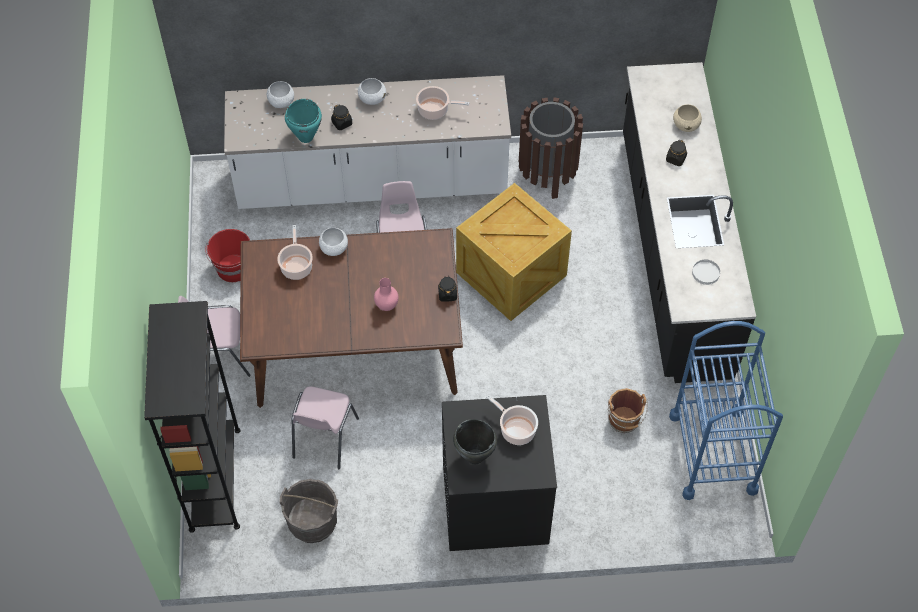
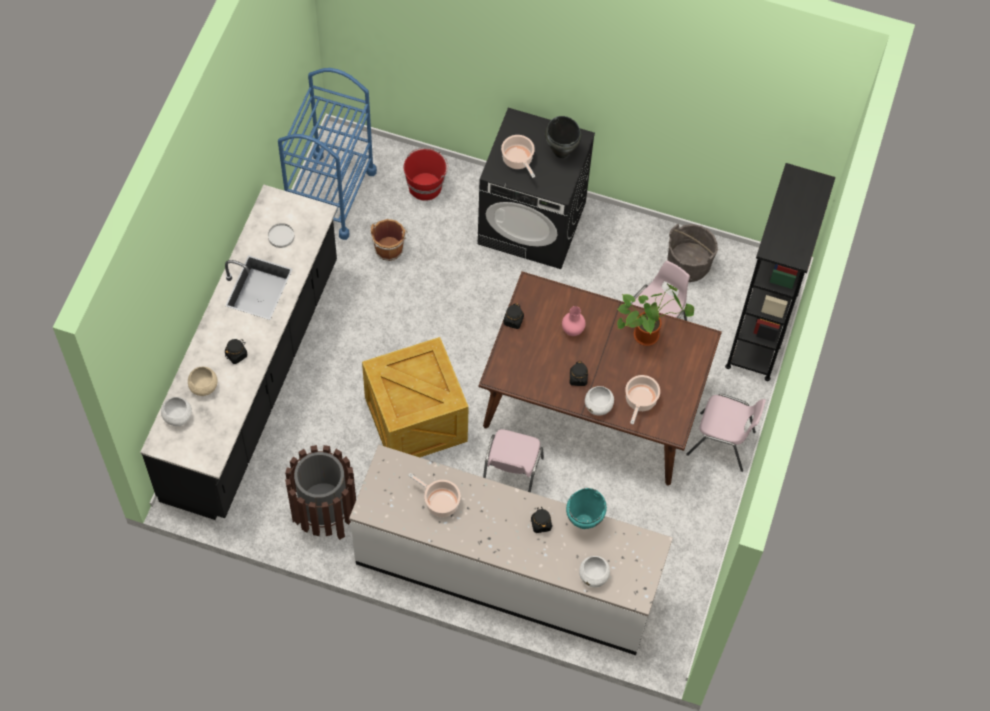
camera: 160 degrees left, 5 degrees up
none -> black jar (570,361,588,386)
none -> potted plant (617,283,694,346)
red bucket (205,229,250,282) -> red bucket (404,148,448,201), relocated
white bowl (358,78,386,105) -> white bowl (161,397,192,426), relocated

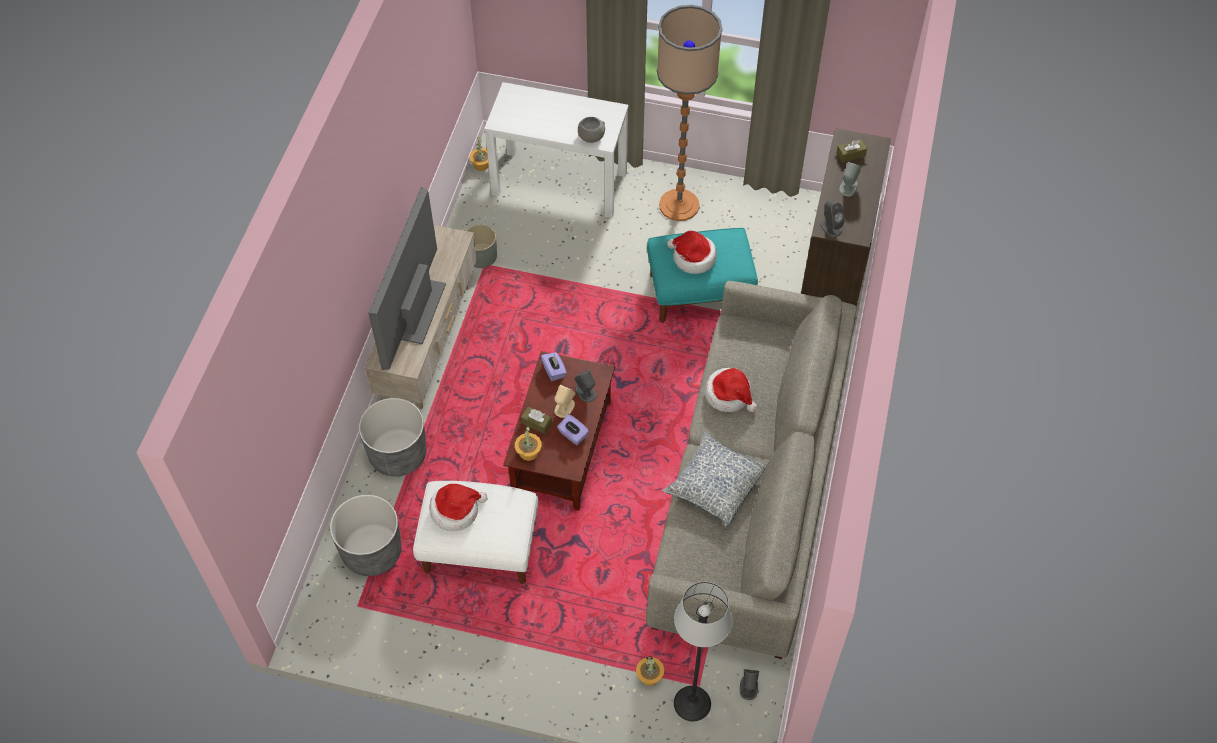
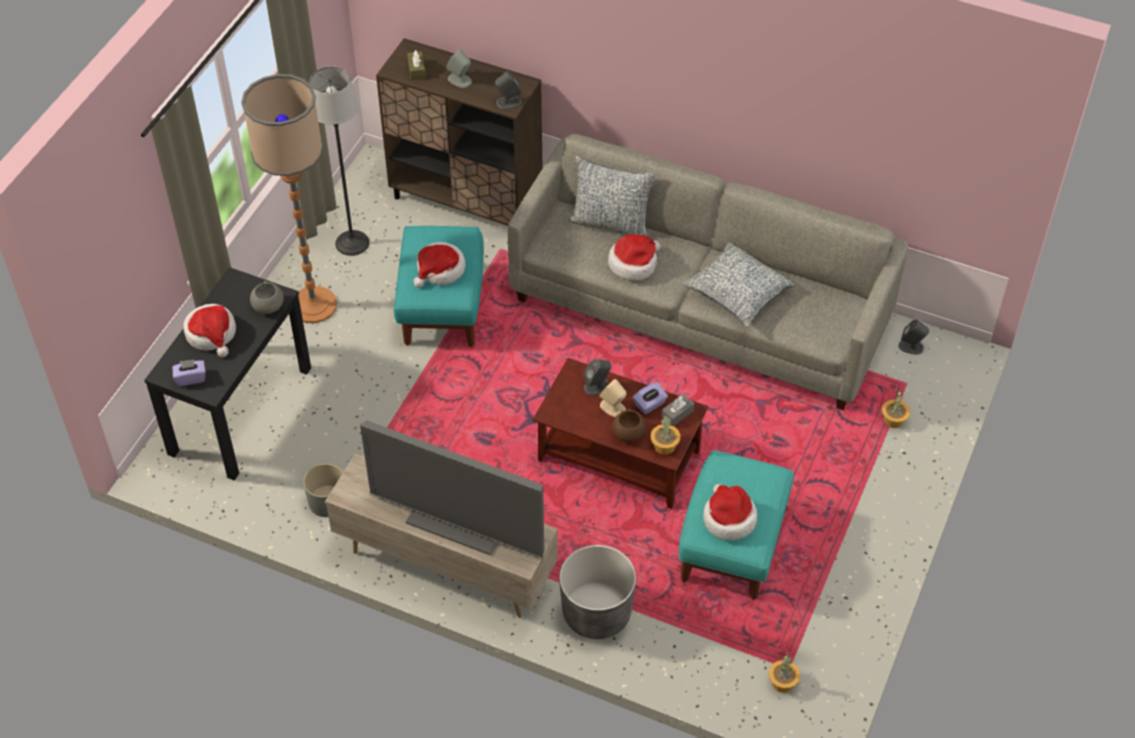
camera: 80 degrees left, 5 degrees down
grey planter (330,495,401,576) -> none
none -> hat (183,304,236,357)
none -> pillow (568,156,655,236)
none -> grey tissue box (661,394,694,426)
potted plant (469,137,489,171) -> potted plant (769,656,800,693), relocated
purple tissue box (541,352,567,381) -> purple tissue box (172,359,206,386), relocated
floor lamp (674,582,733,722) -> floor lamp (310,66,370,256), relocated
brown tissue box (521,406,552,434) -> brown bowl (612,408,646,442)
white ottoman (413,481,538,584) -> turquoise ottoman (679,450,794,600)
white console table (484,82,629,218) -> black console table (144,267,311,481)

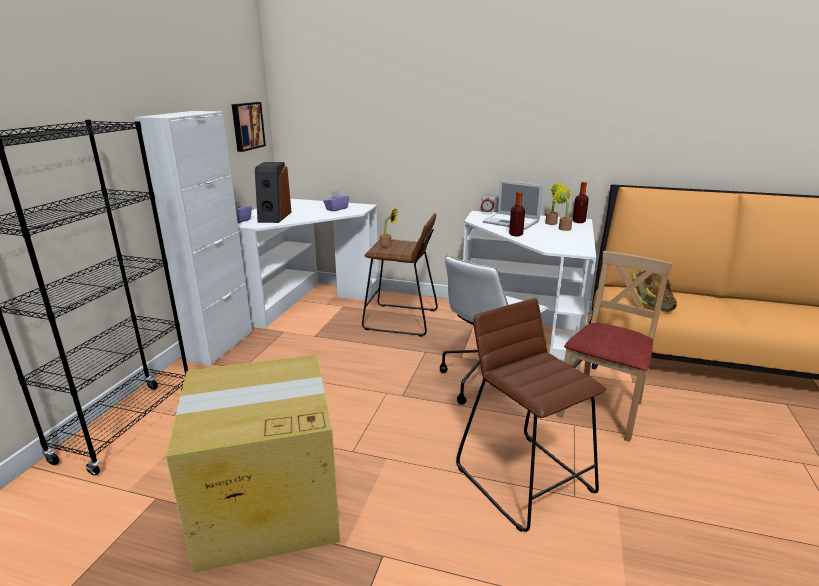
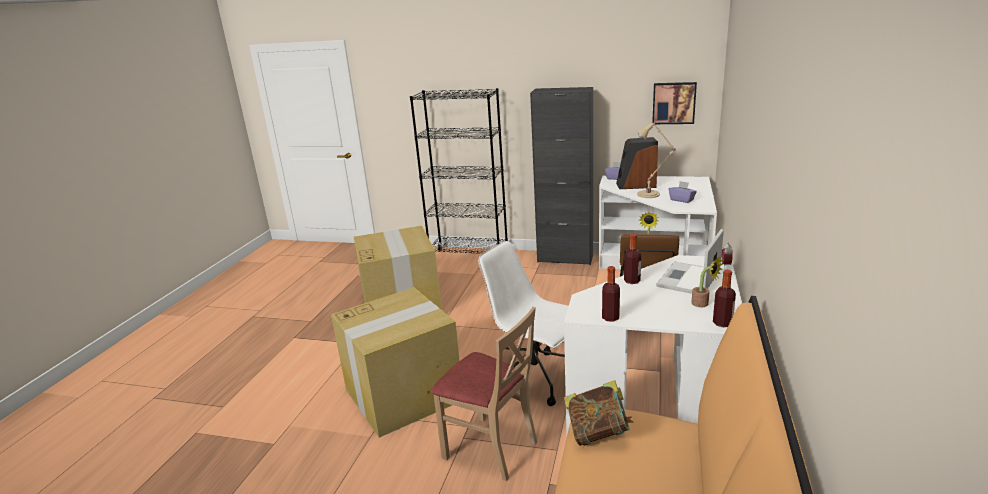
camera: 90 degrees right, 0 degrees up
potted plant (554,186,573,231) -> none
none -> bottle (602,266,620,322)
none -> beige table lamp (637,122,676,198)
brown stool (456,298,606,532) -> cardboard box (331,287,460,438)
white cabinet (134,111,252,366) -> black cabinet (530,87,593,265)

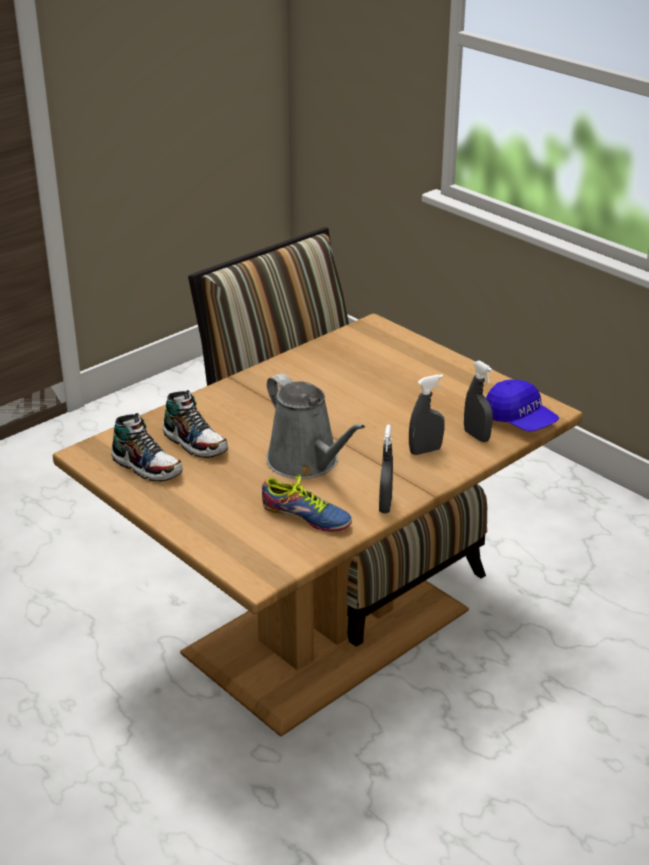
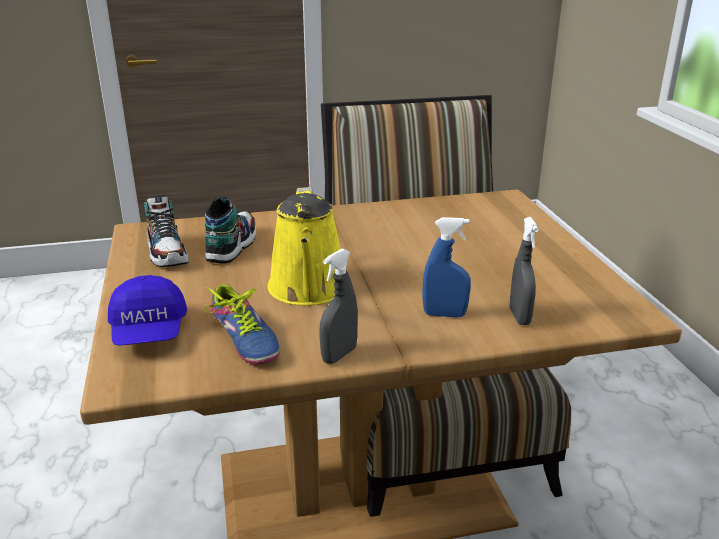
camera: 30 degrees right, 5 degrees down
blue cap (486,380,559,432) -> blue cap (108,275,187,346), relocated
grey watering can (267,373,365,479) -> yellow watering can (268,187,341,305)
grey spray bottle (409,374,445,455) -> blue spray bottle (422,217,471,317)
shoe (163,390,228,458) -> shoe (205,197,256,264), 150 degrees counterclockwise

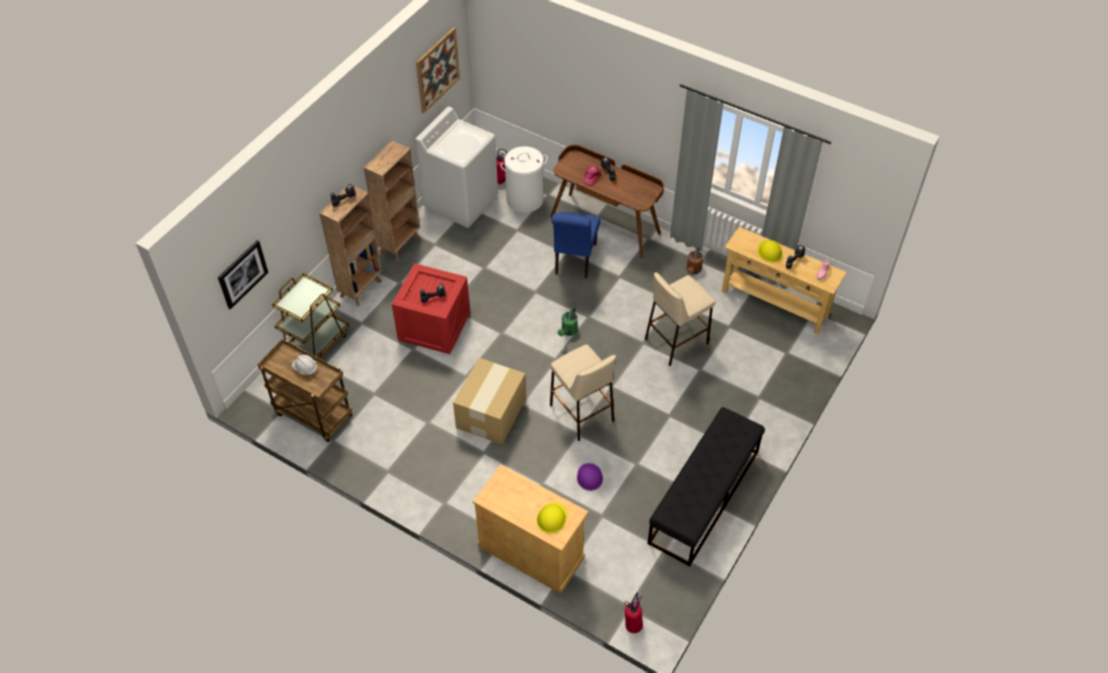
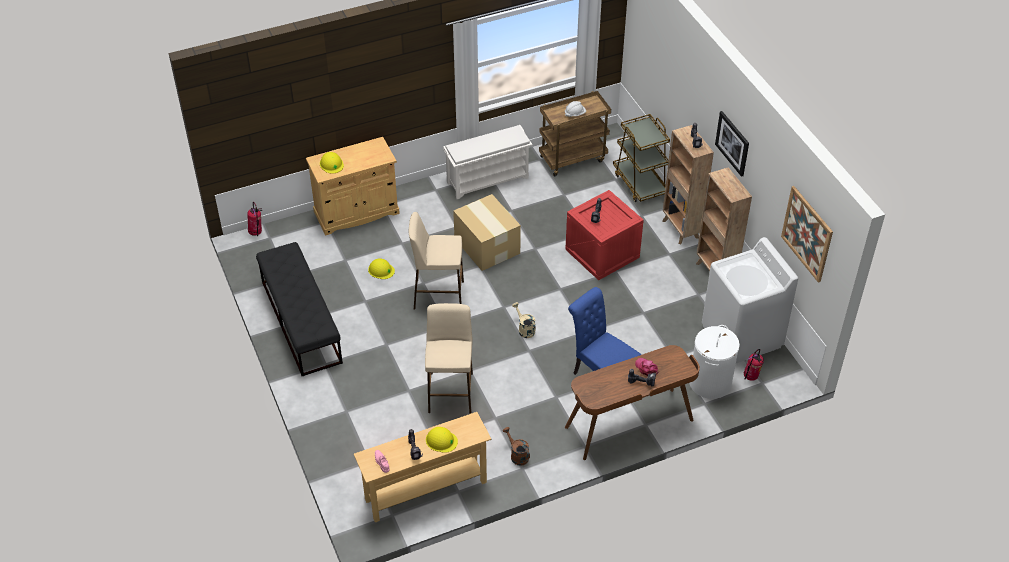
camera: 125 degrees right, 5 degrees down
none -> white shoe rack (443,125,532,199)
picture (218,240,268,310) -> picture (715,111,749,177), relocated
green watering can (558,307,578,336) -> beige watering can (512,302,536,338)
purple hard hat (577,463,603,491) -> yellow hard hat (368,259,395,279)

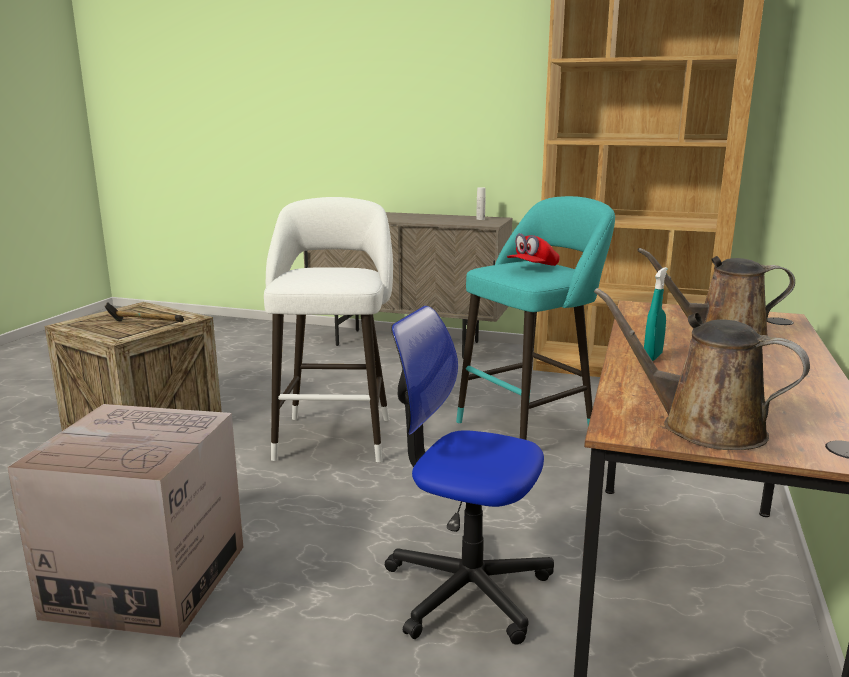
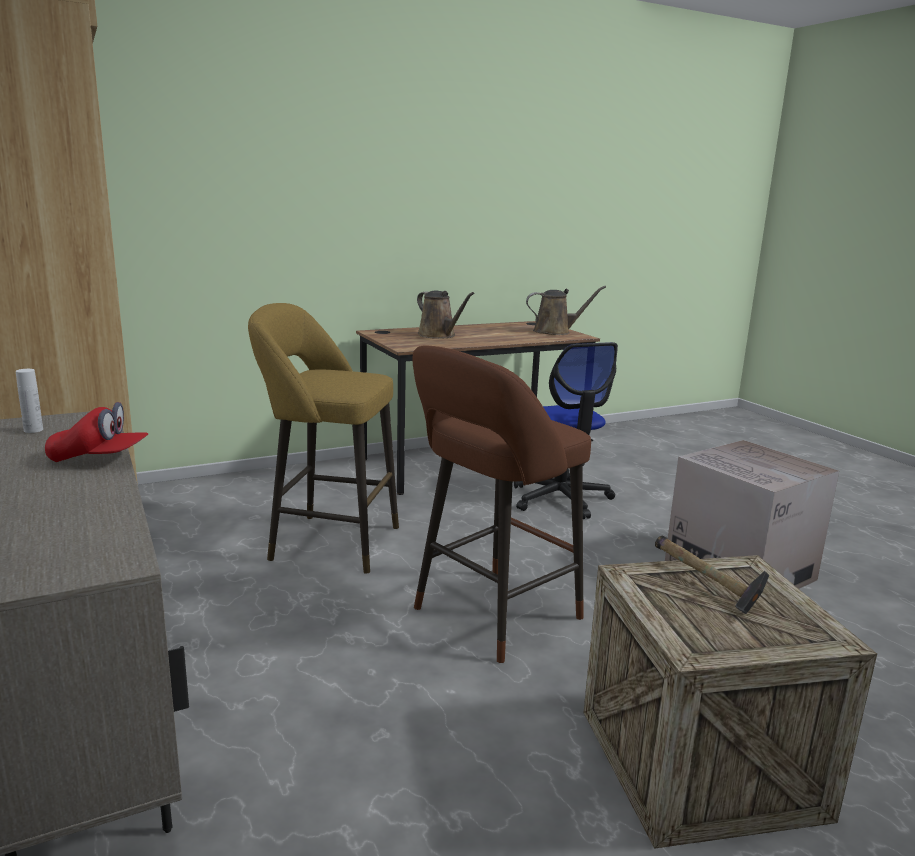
camera: 135 degrees left, 0 degrees up
turquoise spray bottle (644,267,668,361) -> none
red cap (507,233,560,266) -> red cap (45,402,148,462), relocated
white stool (264,197,393,462) -> brown stool (412,345,591,663)
turquoise stool (456,196,615,440) -> yellow stool (248,303,399,574)
brown watering can (594,288,810,450) -> brown watering can (526,286,606,335), 90 degrees counterclockwise

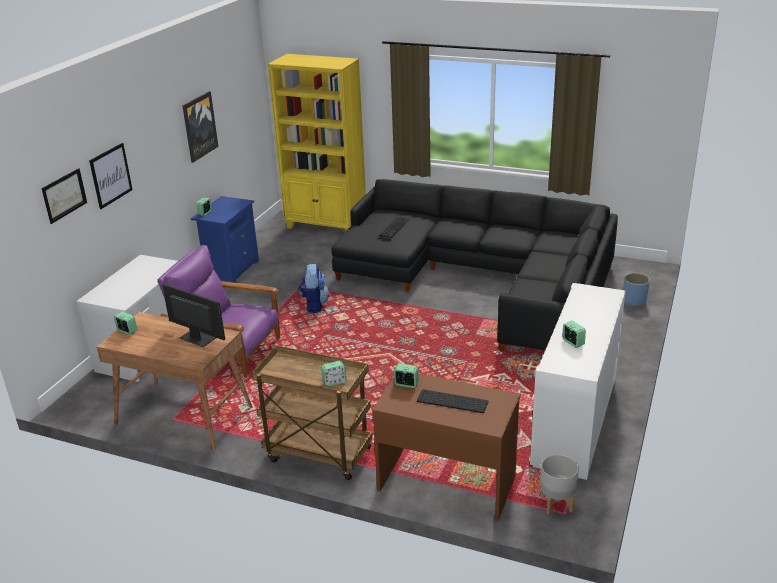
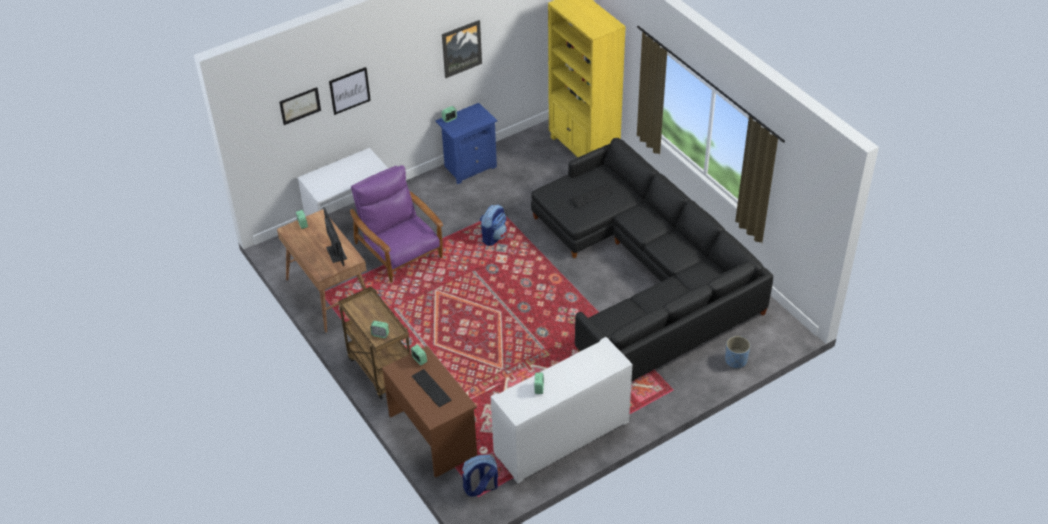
camera: 35 degrees right, 15 degrees up
grey planter (540,454,579,515) -> backpack (462,455,498,497)

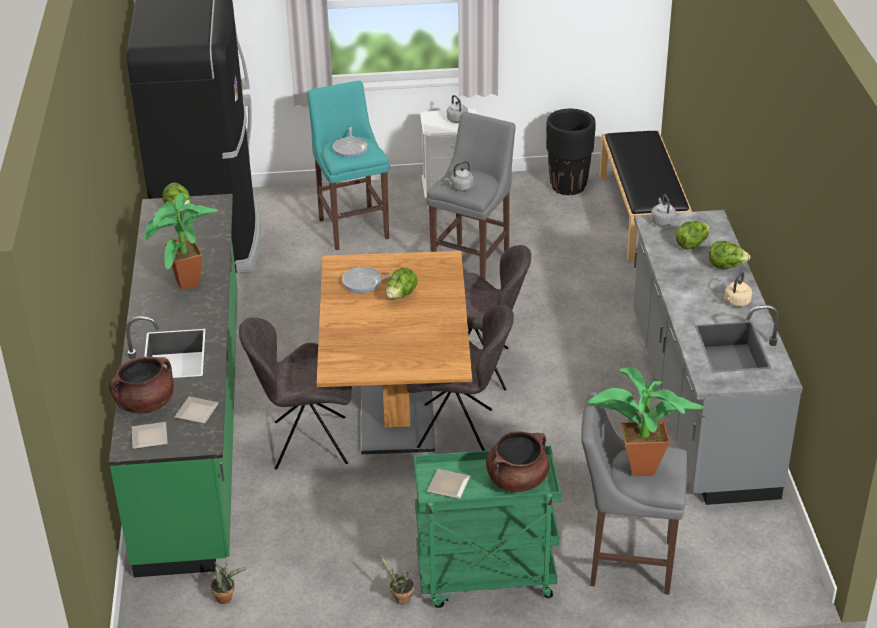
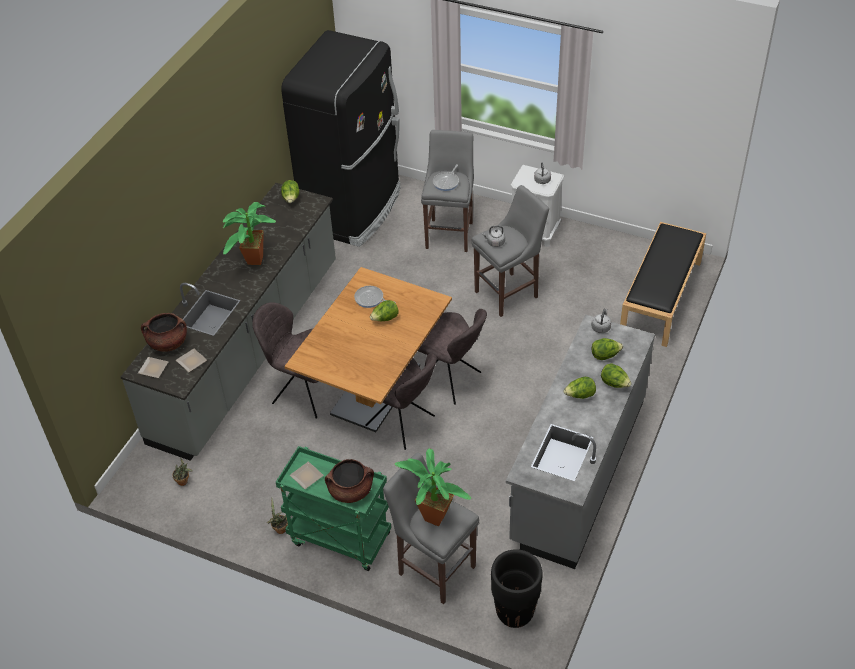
camera: 30 degrees right, 10 degrees up
beige kettle (725,272,752,307) -> none
none -> lettuce (564,377,596,399)
black planter (546,109,596,195) -> black planter (491,549,542,628), relocated
green counter (109,194,238,577) -> grey counter (121,183,336,461)
turquoise stool (307,81,389,250) -> grey stool (421,130,474,252)

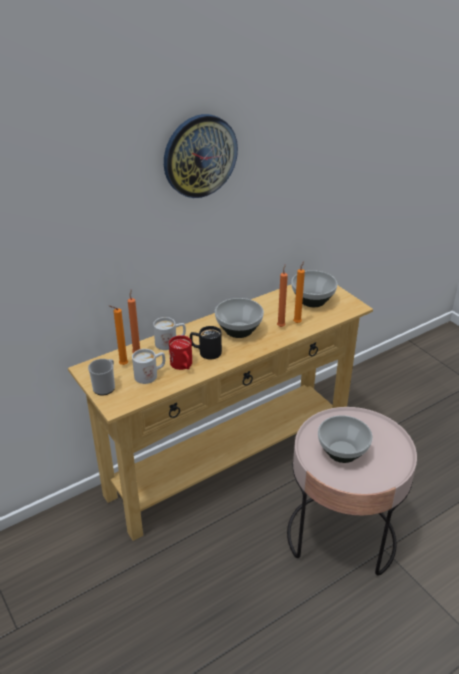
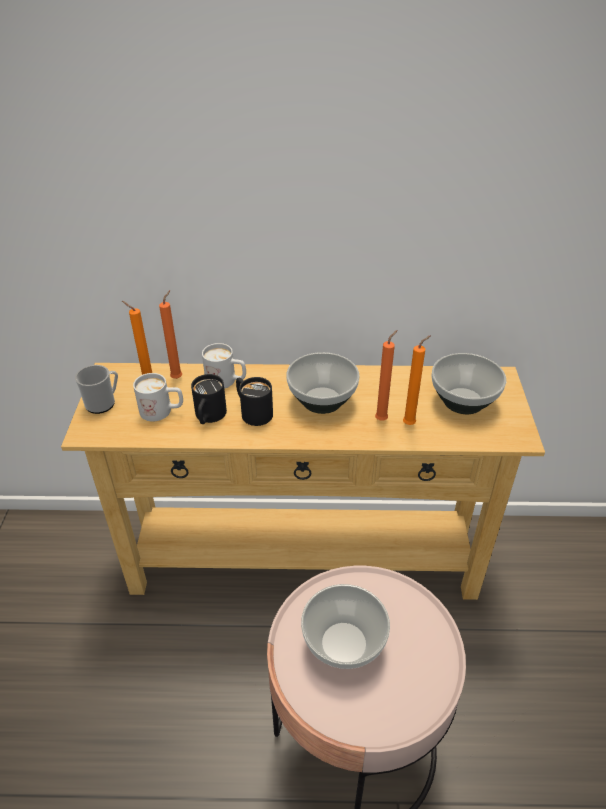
camera: 35 degrees right, 5 degrees up
wall clock (164,114,238,198) -> none
red mug (169,335,192,370) -> black mug (191,374,227,424)

